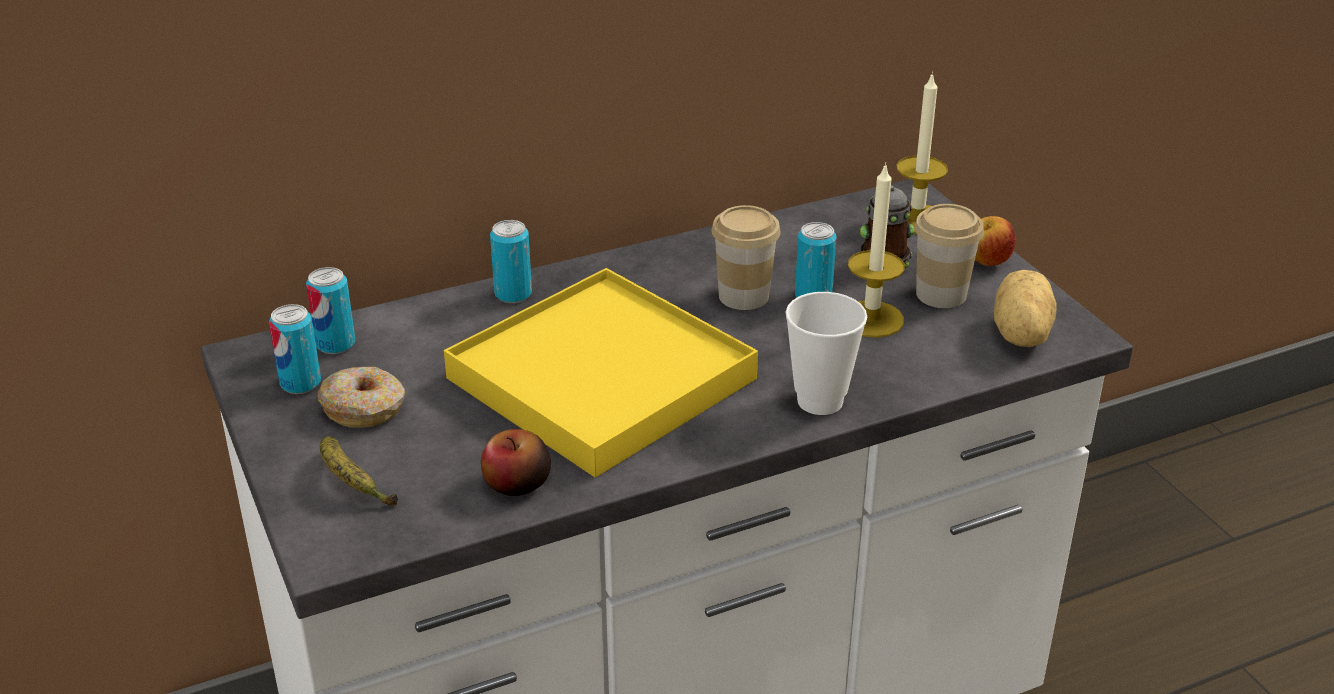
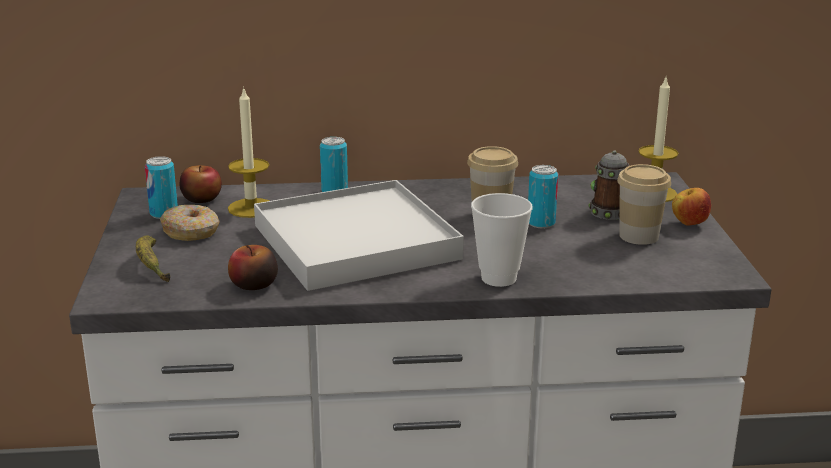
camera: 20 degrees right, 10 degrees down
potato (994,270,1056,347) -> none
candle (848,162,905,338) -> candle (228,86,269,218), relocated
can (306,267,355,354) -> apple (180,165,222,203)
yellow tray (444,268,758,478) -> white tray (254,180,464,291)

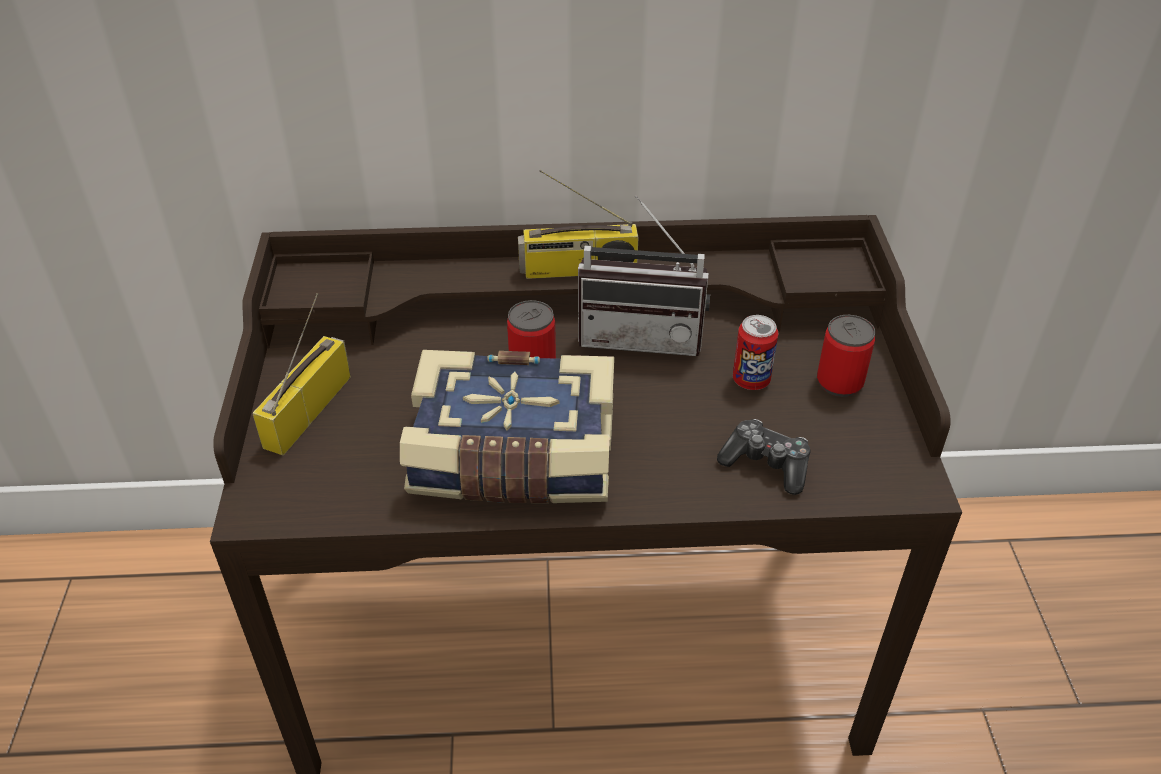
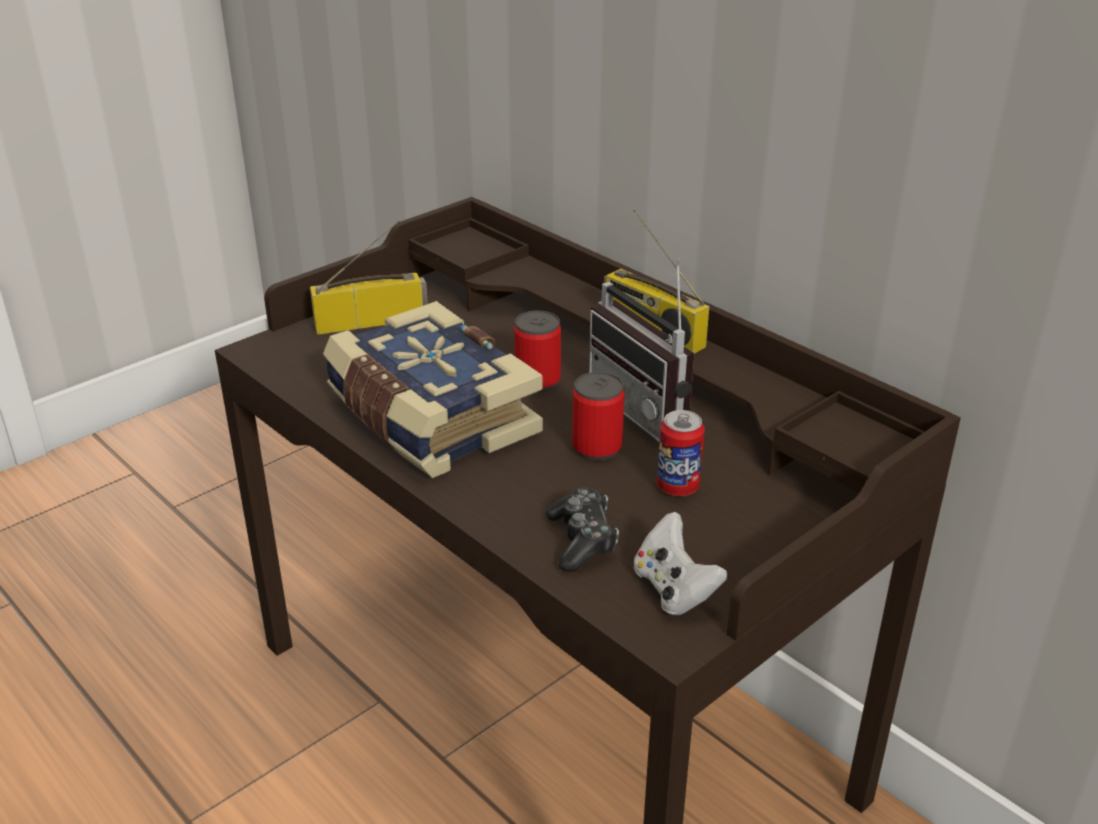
camera: 50 degrees right, 10 degrees down
none -> white game controller (634,512,727,615)
can (817,315,875,397) -> can (572,372,624,461), relocated

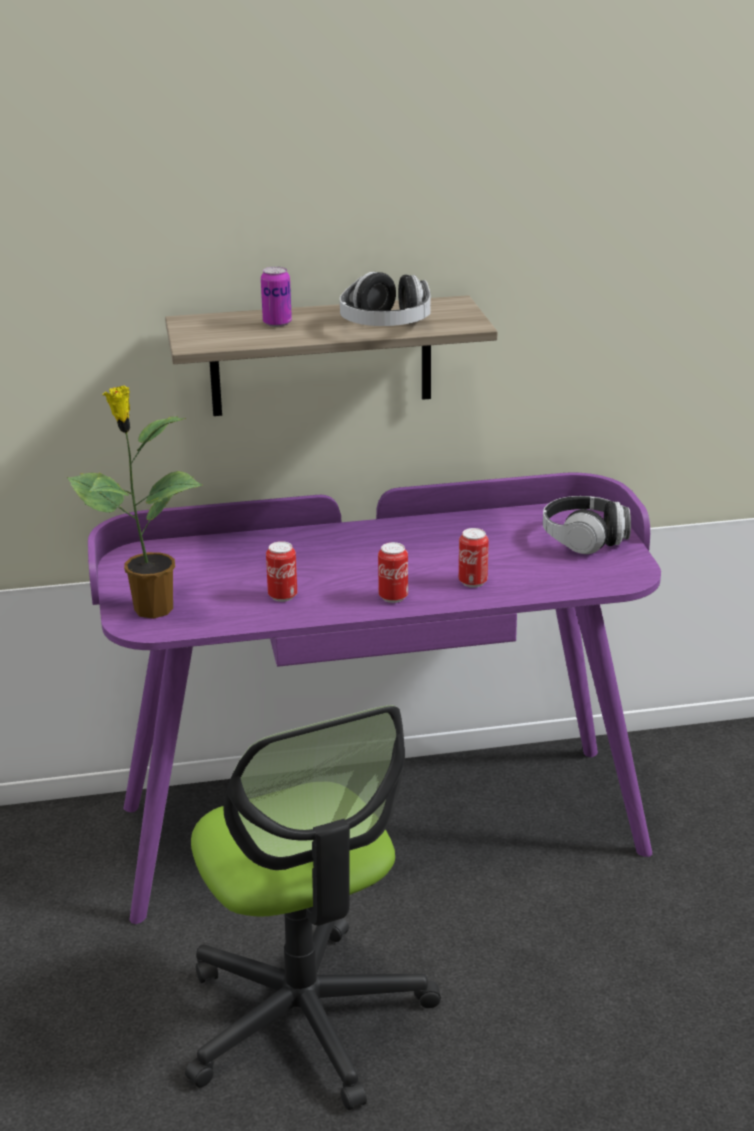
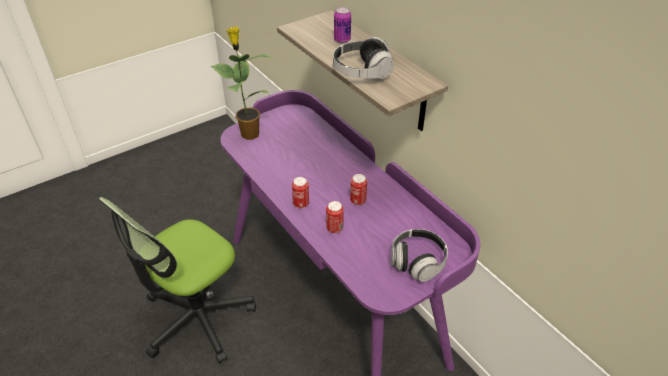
camera: 65 degrees right, 15 degrees up
can (266,541,297,602) -> can (350,174,367,205), relocated

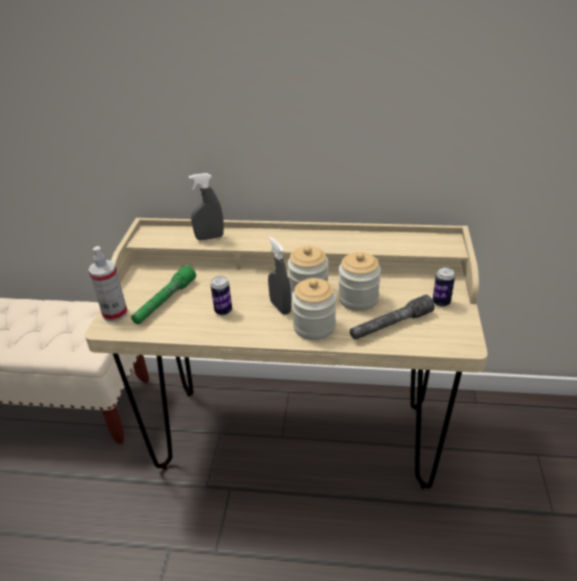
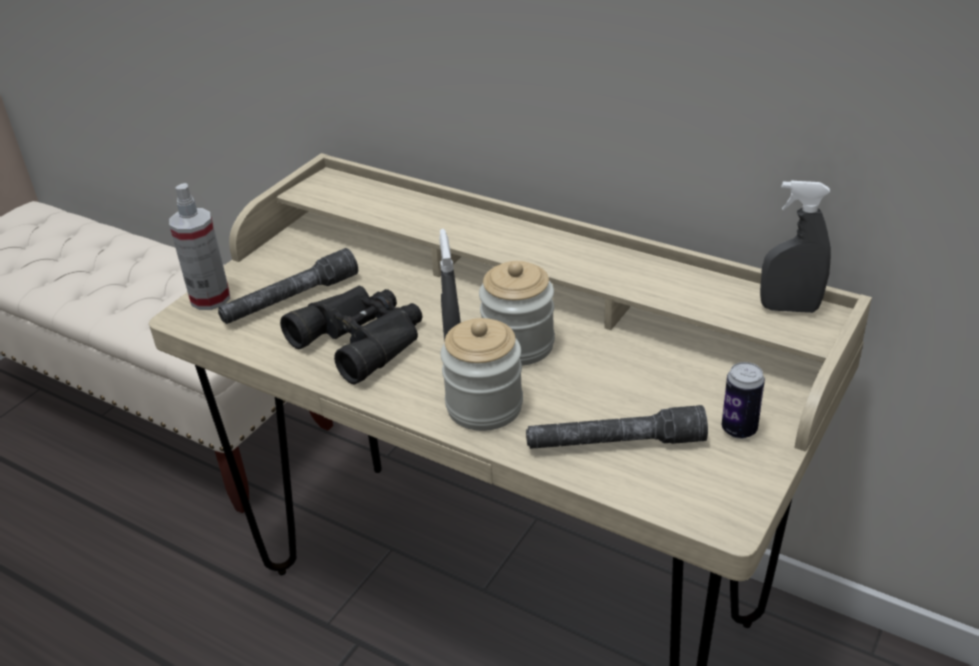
camera: 25 degrees right, 0 degrees up
jar (338,252,381,311) -> none
grey spray bottle (189,173,224,240) -> grey spray bottle (760,181,831,313), relocated
can (211,276,232,315) -> black binoculars (280,286,422,385)
green flashlight (131,265,196,324) -> grey flashlight (218,248,358,324)

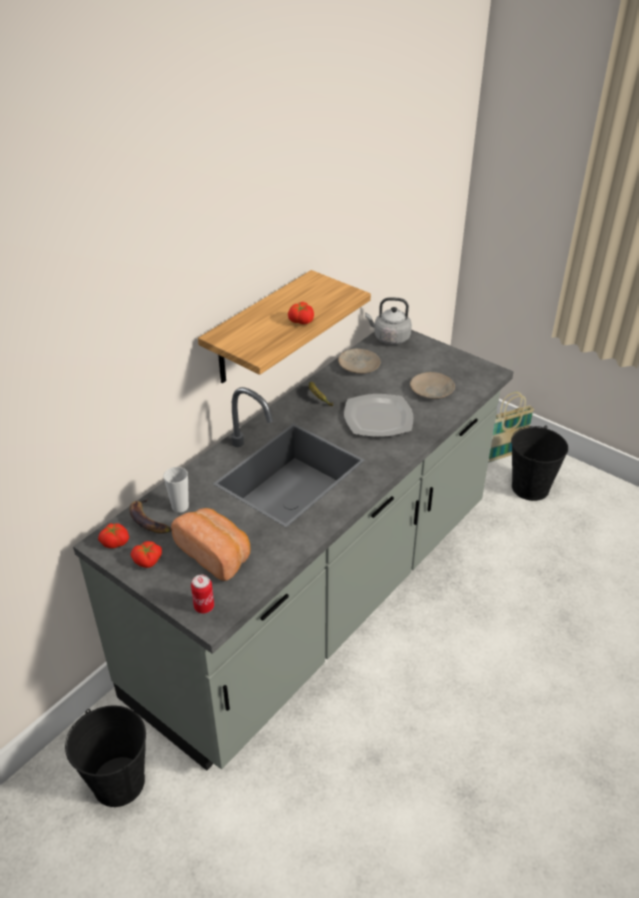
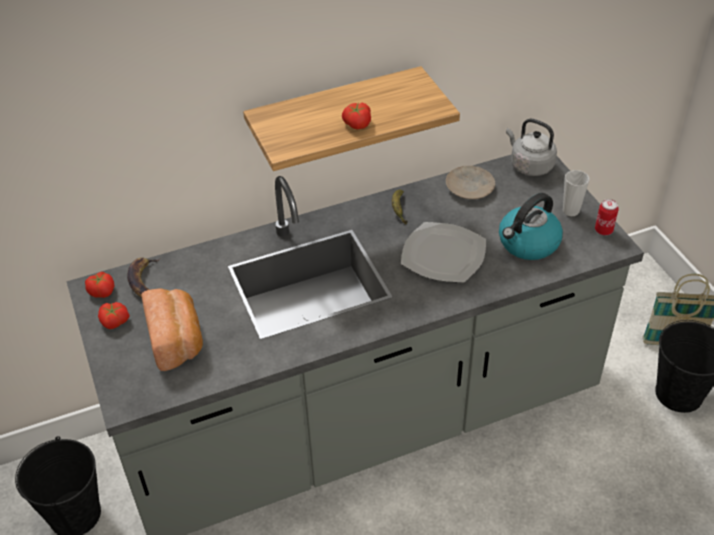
camera: 30 degrees right, 5 degrees up
cup (163,467,189,513) -> cup (563,170,589,216), relocated
can (191,575,214,614) -> can (595,199,619,235), relocated
beige plate (410,372,455,399) -> kettle (499,193,563,260)

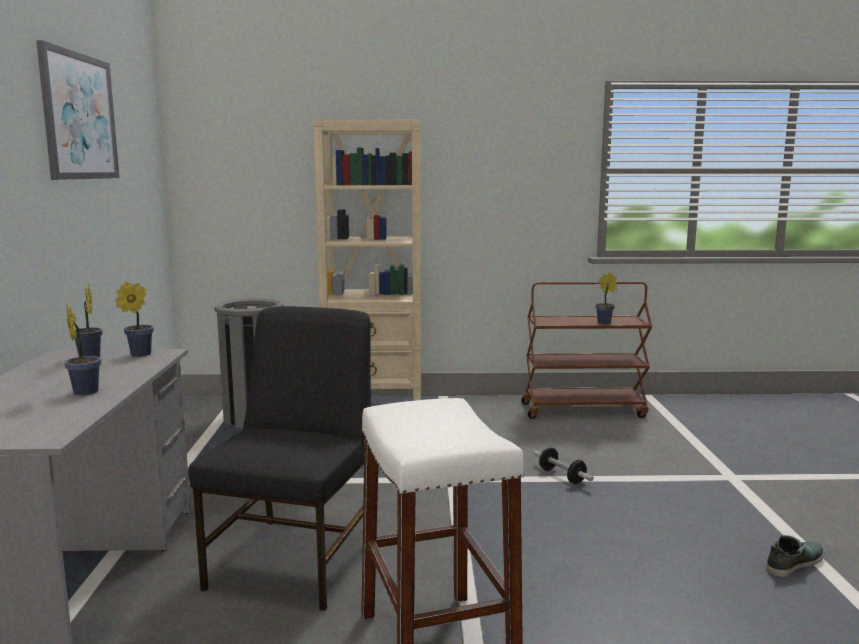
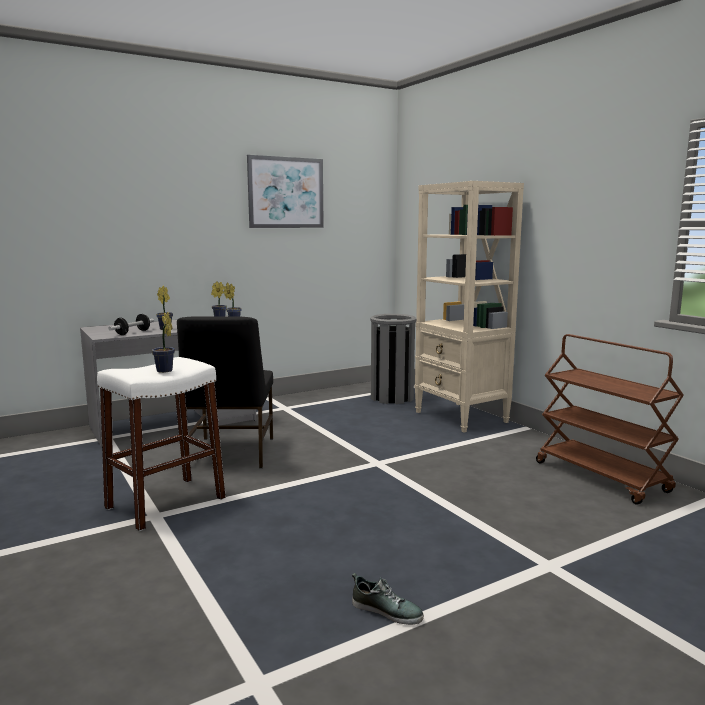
camera: 60 degrees right, 0 degrees up
dumbbell (534,448,594,484) -> dumbbell (109,314,154,335), relocated
potted plant (595,272,617,324) -> potted plant (152,312,175,373), relocated
black chair (189,306,371,611) -> black chair (177,316,273,468), 105 degrees clockwise

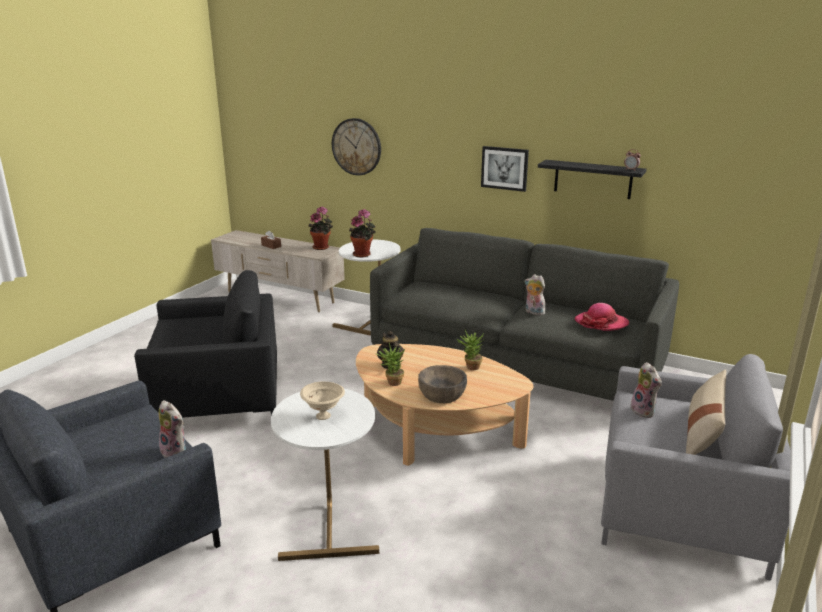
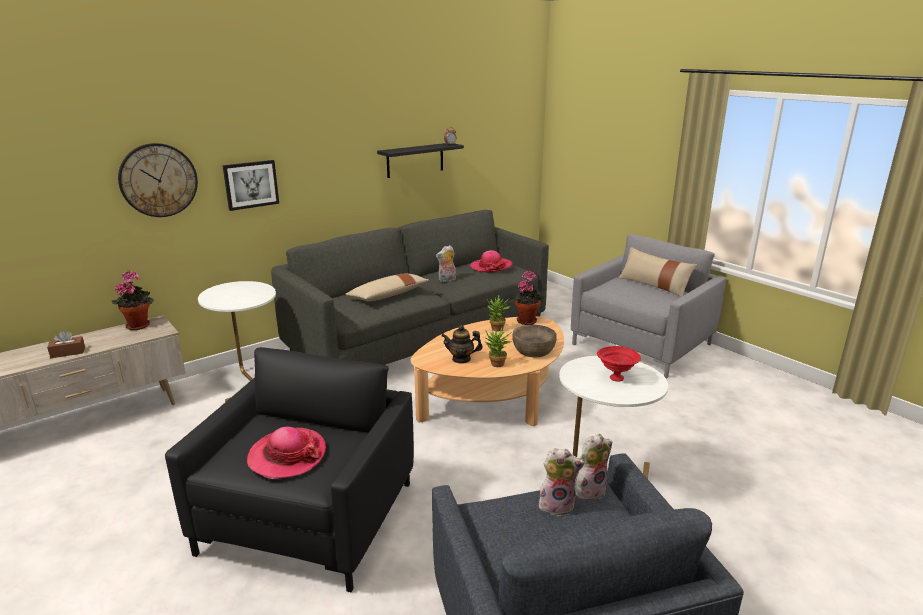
camera: 65 degrees left, 0 degrees up
none -> hat (247,427,326,479)
none -> beige pillow (345,274,429,302)
potted plant (349,209,375,257) -> potted plant (513,270,544,325), relocated
picture (481,146,529,192) -> picture (222,160,279,211), relocated
plush toy (631,362,662,418) -> plush toy (539,448,585,516), relocated
beige bowl (300,382,345,420) -> red bowl (597,346,641,382)

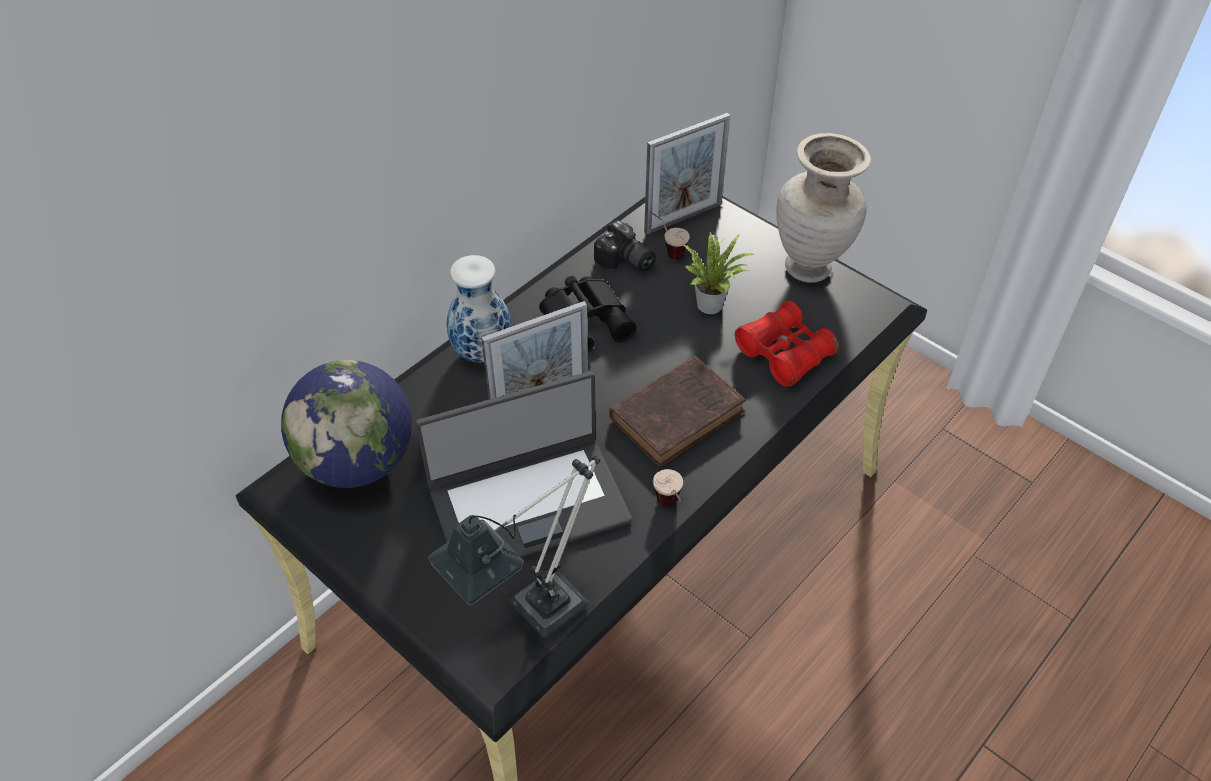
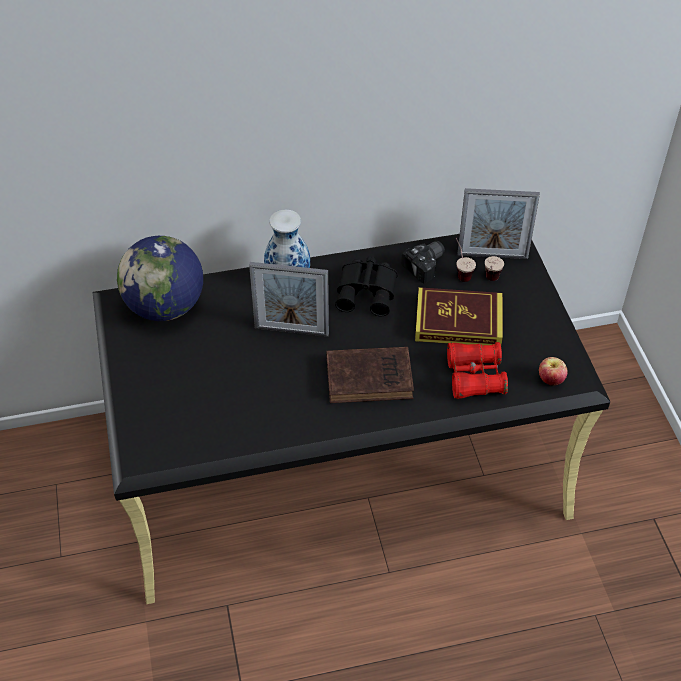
camera: 35 degrees right, 0 degrees up
laptop (415,371,632,557) -> none
table lamp (428,455,600,638) -> none
beige vase (776,133,871,283) -> none
none -> apple (539,357,568,386)
cup (653,469,683,507) -> cup (485,256,504,281), relocated
potted plant (682,231,756,314) -> book (415,287,503,345)
photo camera (594,220,656,271) -> photo camera (401,241,445,283), 120 degrees counterclockwise

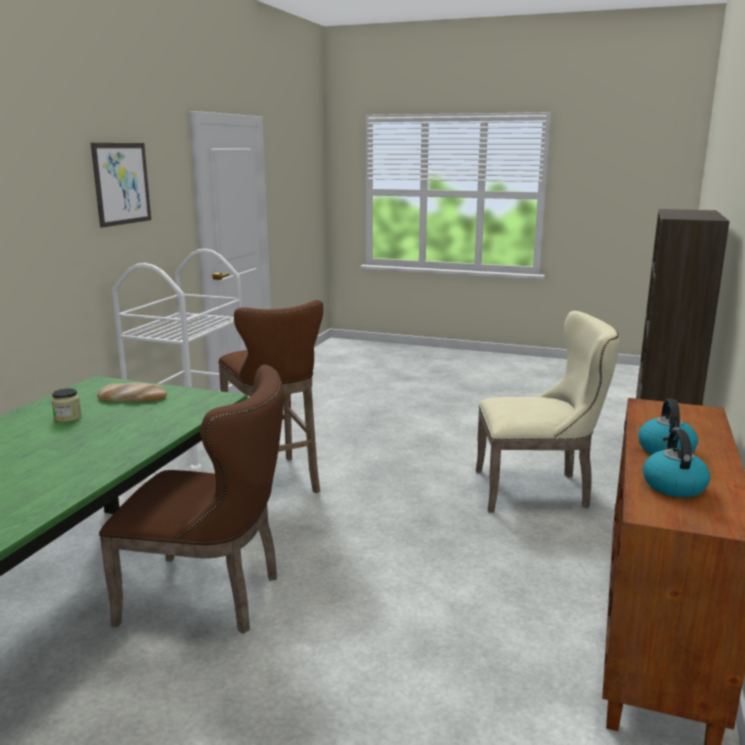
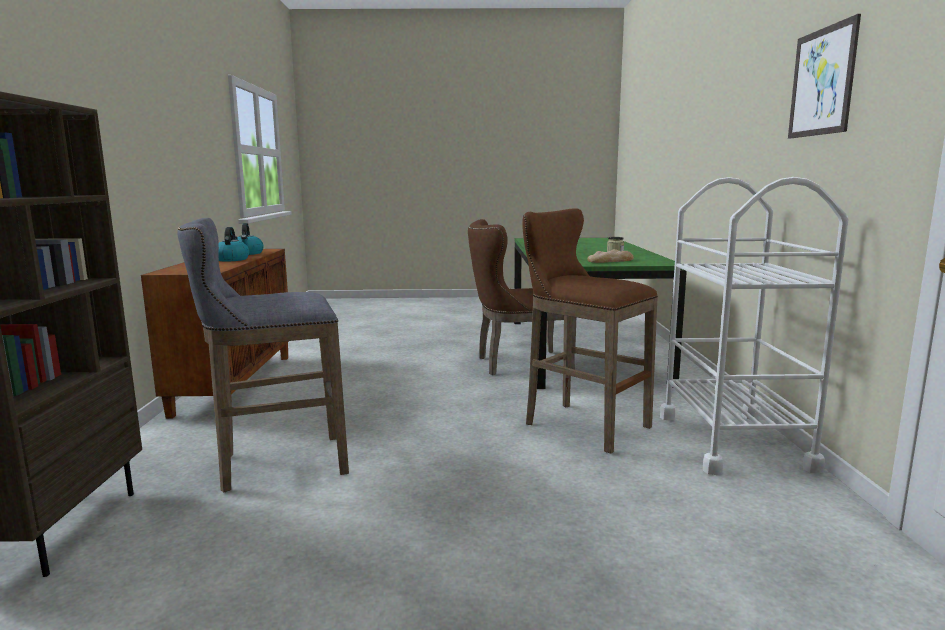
camera: 160 degrees right, 5 degrees down
beige chair (476,311,620,513) -> grey stool (177,218,349,492)

